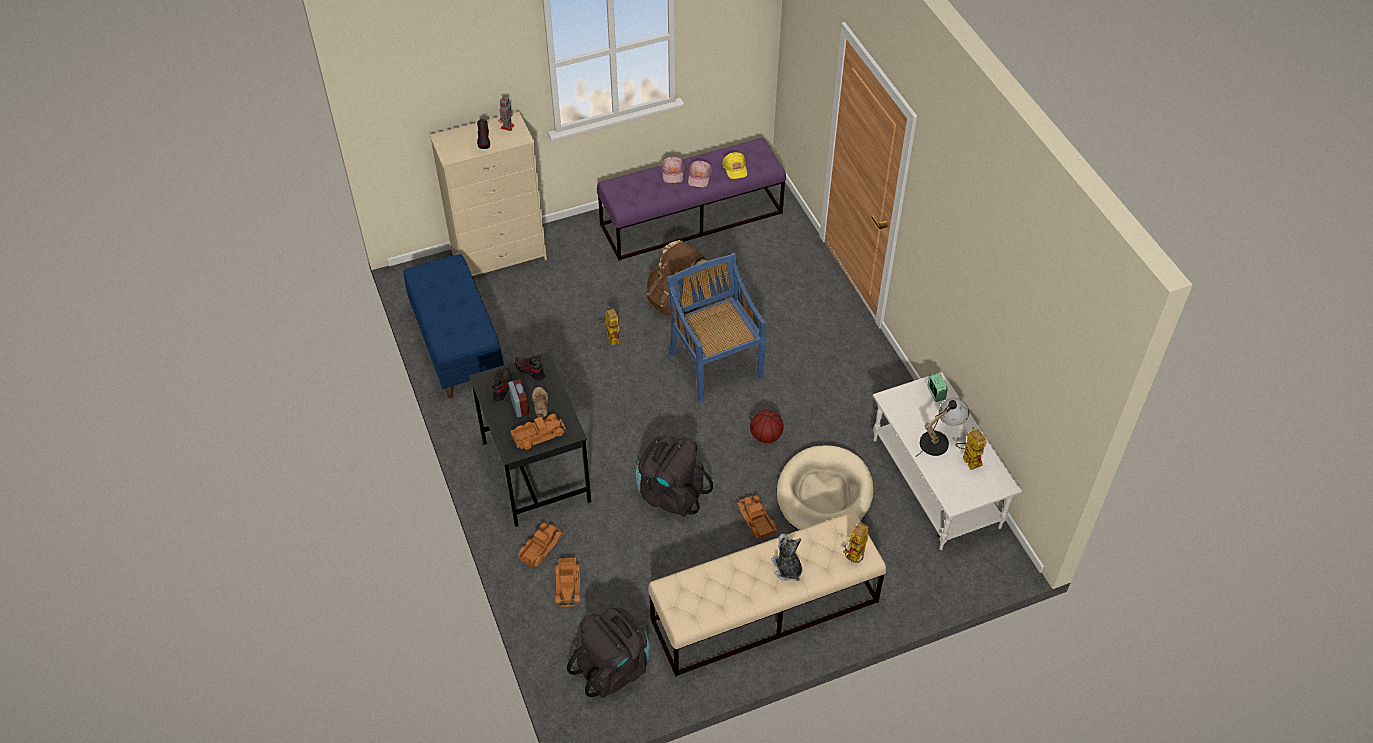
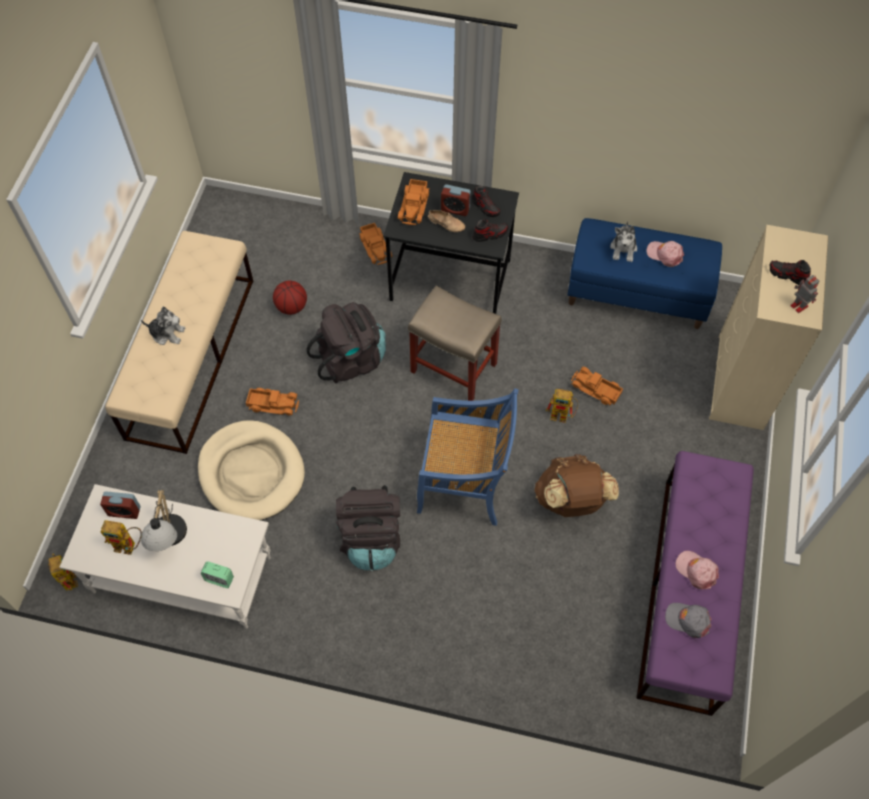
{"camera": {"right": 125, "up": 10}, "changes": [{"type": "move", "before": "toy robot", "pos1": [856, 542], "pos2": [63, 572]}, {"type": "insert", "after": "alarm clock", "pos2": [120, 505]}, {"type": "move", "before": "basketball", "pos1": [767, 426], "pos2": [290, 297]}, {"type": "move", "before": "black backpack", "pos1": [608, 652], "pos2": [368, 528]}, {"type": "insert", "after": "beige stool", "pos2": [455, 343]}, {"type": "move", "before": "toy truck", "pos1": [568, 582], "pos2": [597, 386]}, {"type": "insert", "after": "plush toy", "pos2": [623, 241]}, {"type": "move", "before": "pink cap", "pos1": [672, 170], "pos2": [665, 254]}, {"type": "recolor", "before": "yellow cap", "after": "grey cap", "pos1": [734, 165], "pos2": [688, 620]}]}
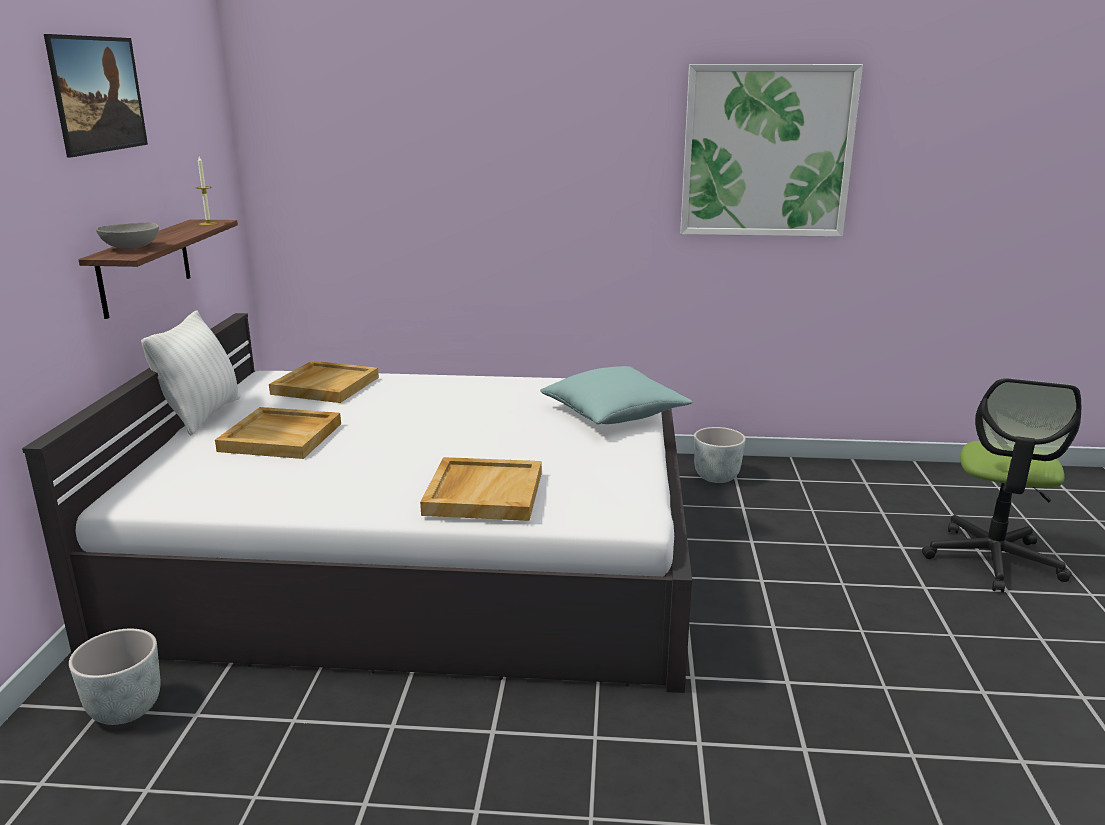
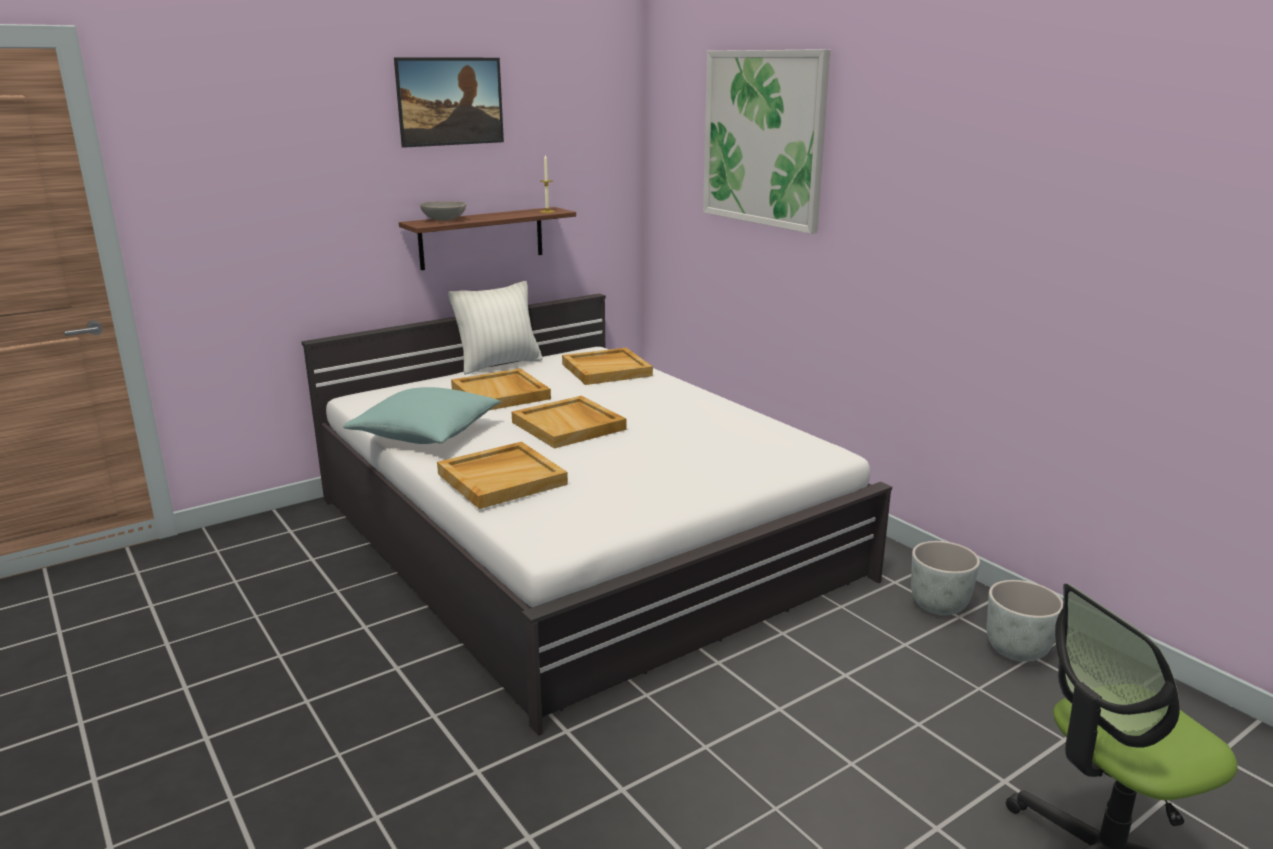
{"camera": {"right": 50, "up": 0}, "changes": [{"type": "move", "before": "turquoise pillow", "pos1": [616, 395], "pos2": [422, 415]}, {"type": "insert", "after": "beige tray", "pos2": [569, 422]}, {"type": "move", "before": "picture", "pos1": [771, 150], "pos2": [766, 141]}, {"type": "move", "before": "grey planter", "pos1": [115, 677], "pos2": [1025, 621]}]}
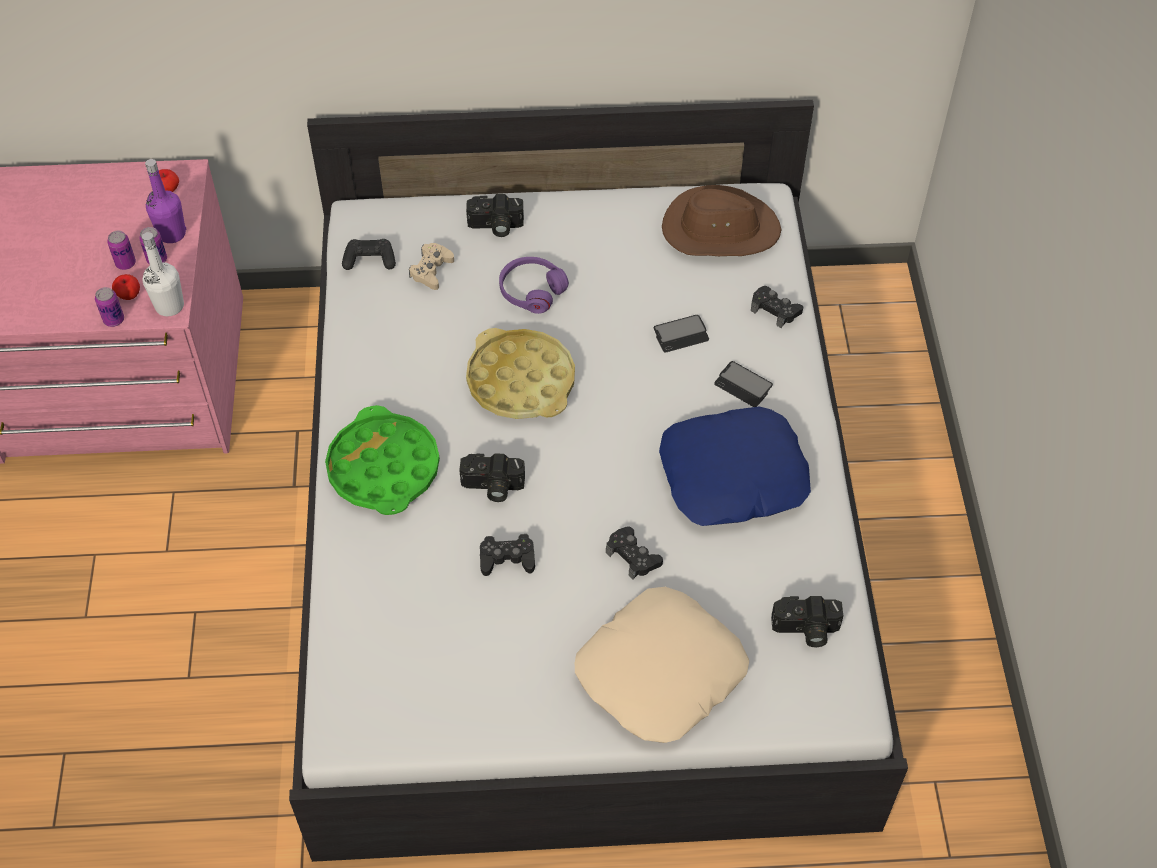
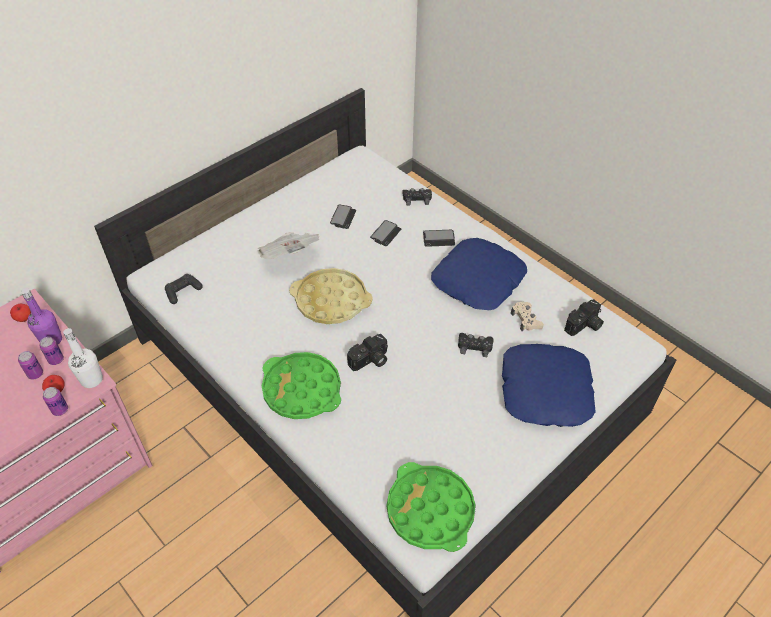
{"camera": {"right": -40, "up": -5}, "changes": [{"type": "replace", "before": "purple headphones", "after": "newspaper", "pos1": [534, 285], "pos2": [288, 245]}, {"type": "insert", "after": "phone", "pos2": [343, 217]}, {"type": "insert", "after": "green tray", "pos2": [431, 507]}, {"type": "recolor", "before": "beige pillow", "after": "blue pillow", "pos1": [662, 665], "pos2": [549, 385]}, {"type": "move", "before": "beige game controller", "pos1": [431, 266], "pos2": [527, 316]}, {"type": "delete", "before": "photo camera", "pos1": [495, 215]}, {"type": "delete", "before": "black game controller", "pos1": [507, 555]}, {"type": "delete", "before": "brown hat", "pos1": [722, 220]}]}
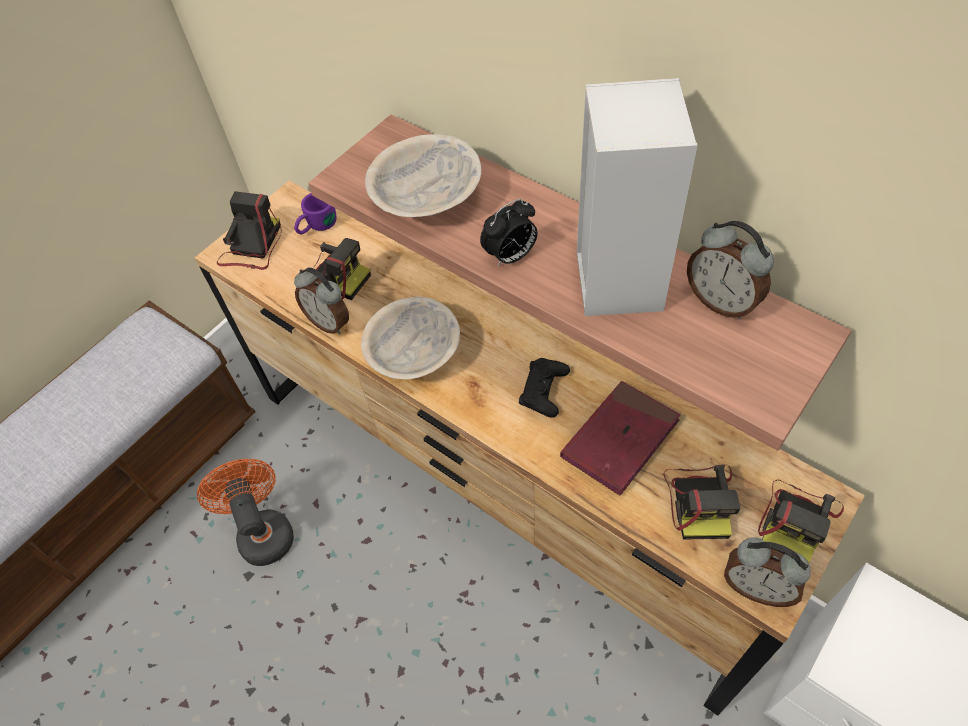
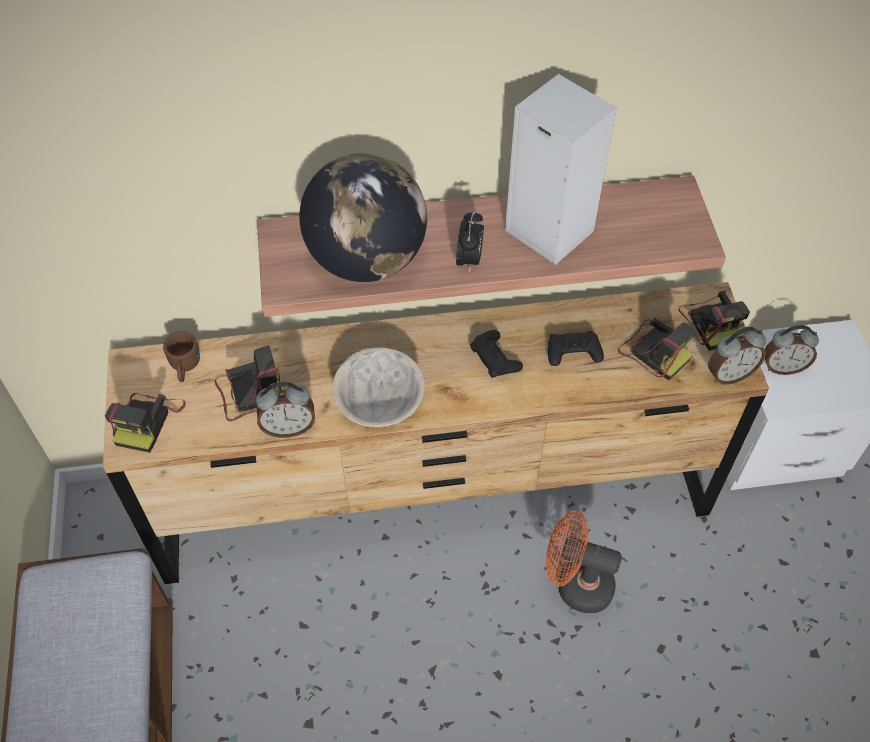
{"camera": {"right": -50, "up": 0}, "changes": [{"type": "rotate", "before": "photo camera", "pos1": [249, 230], "pos2": [145, 423], "turn": -135}, {"type": "recolor", "before": "purple mug", "after": "brown mug", "pos1": [315, 213], "pos2": [181, 356]}, {"type": "replace", "before": "beige bowl", "after": "globe", "pos1": [423, 175], "pos2": [363, 217]}, {"type": "move", "before": "orange fan", "pos1": [245, 512], "pos2": [584, 561]}, {"type": "replace", "before": "red book", "after": "black game controller", "pos1": [620, 438], "pos2": [576, 348]}, {"type": "move", "before": "alarm clock", "pos1": [730, 270], "pos2": [791, 350]}]}
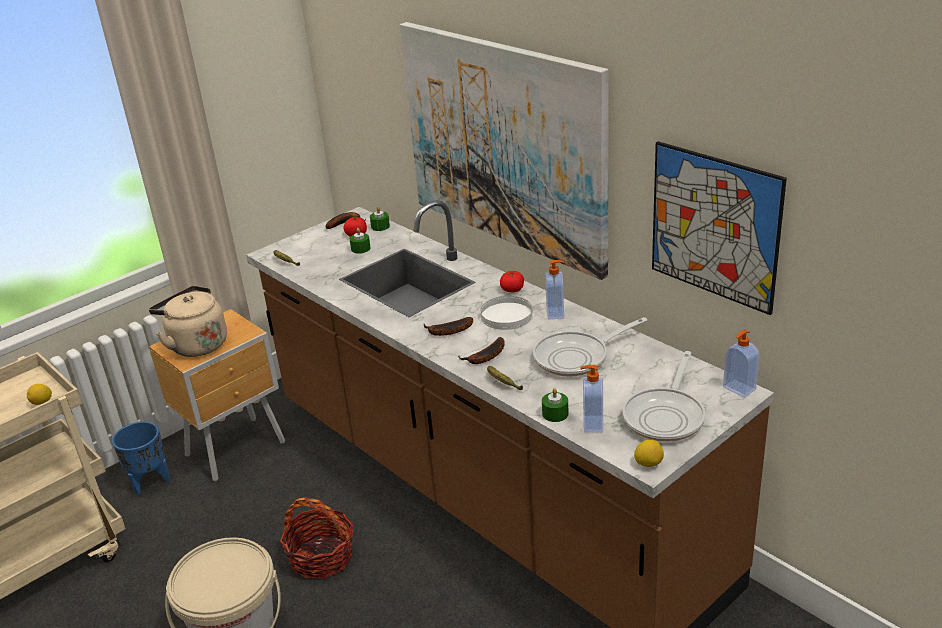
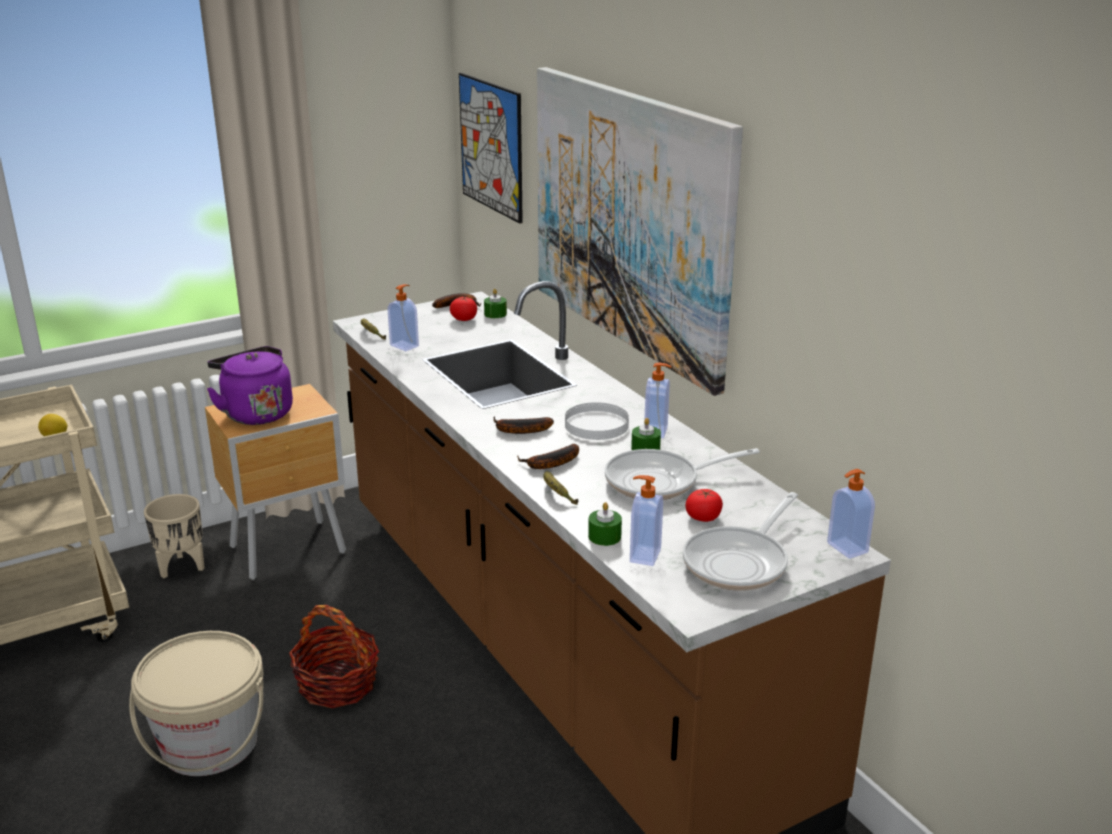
{"camera": {"right": 10, "up": -5}, "changes": [{"type": "recolor", "before": "blue planter", "after": "beige planter", "pos1": [141, 458], "pos2": [174, 536]}, {"type": "recolor", "before": "beige kettle", "after": "purple kettle", "pos1": [188, 321], "pos2": [250, 385]}, {"type": "insert", "after": "soap dispenser", "pos2": [403, 317]}, {"type": "move", "before": "picture", "pos1": [719, 228], "pos2": [491, 148]}, {"type": "move", "before": "green candle", "pos1": [360, 241], "pos2": [646, 434]}, {"type": "move", "before": "tomato", "pos1": [512, 281], "pos2": [704, 505]}, {"type": "delete", "before": "lemon", "pos1": [649, 453]}]}
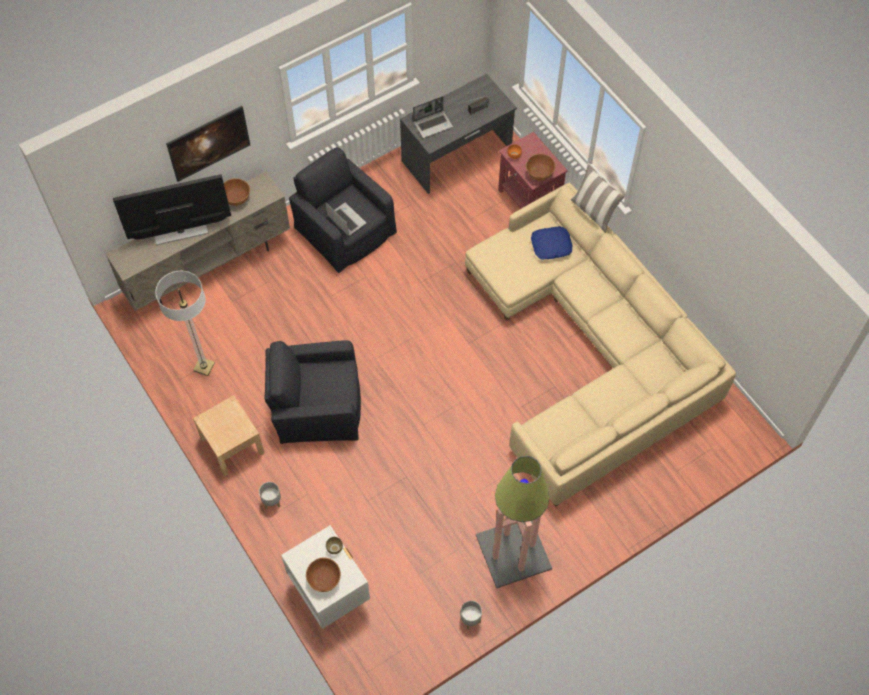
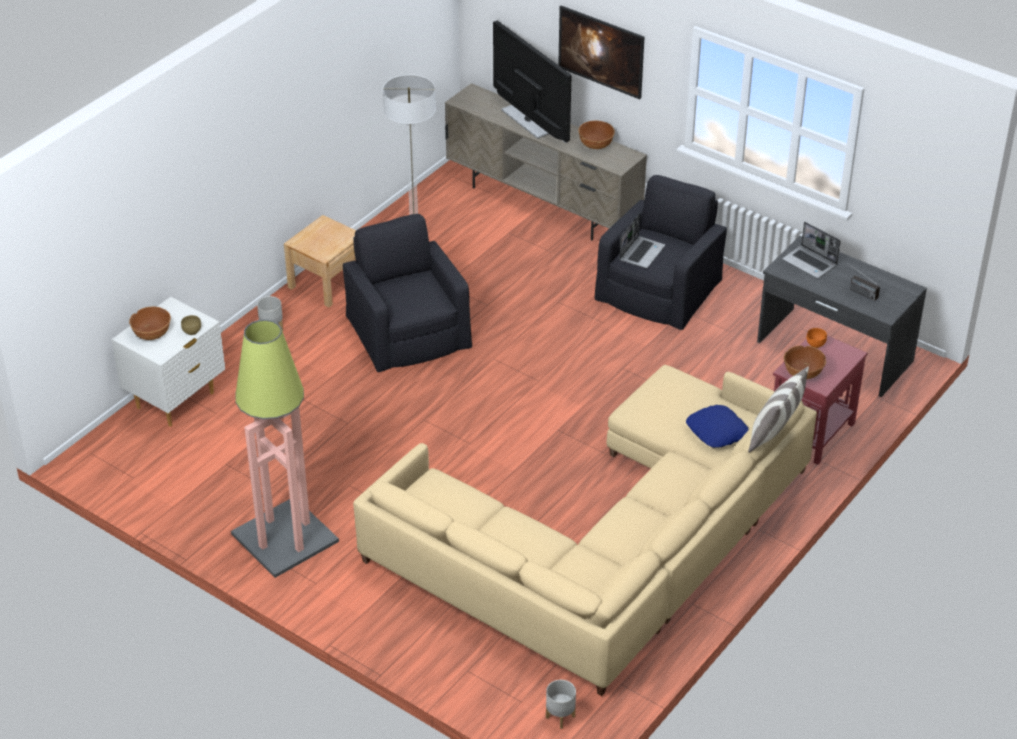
{"camera": {"right": 70, "up": -20}, "changes": [{"type": "move", "before": "grey planter", "pos1": [471, 615], "pos2": [561, 704]}]}
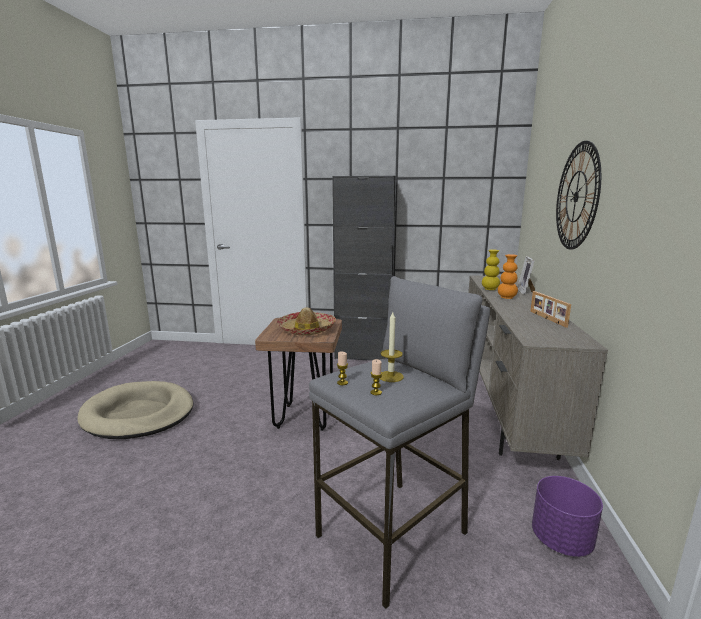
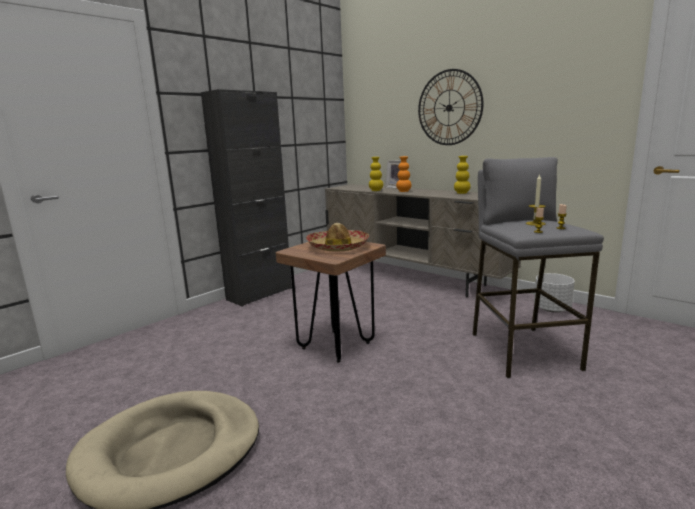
{"camera": {"right": -55, "up": 0}, "changes": [{"type": "replace", "before": "picture frame", "after": "yellow vase", "pos1": [550, 309], "pos2": [462, 175]}, {"type": "recolor", "before": "purple planter", "after": "white planter", "pos1": [567, 516], "pos2": [554, 293]}]}
